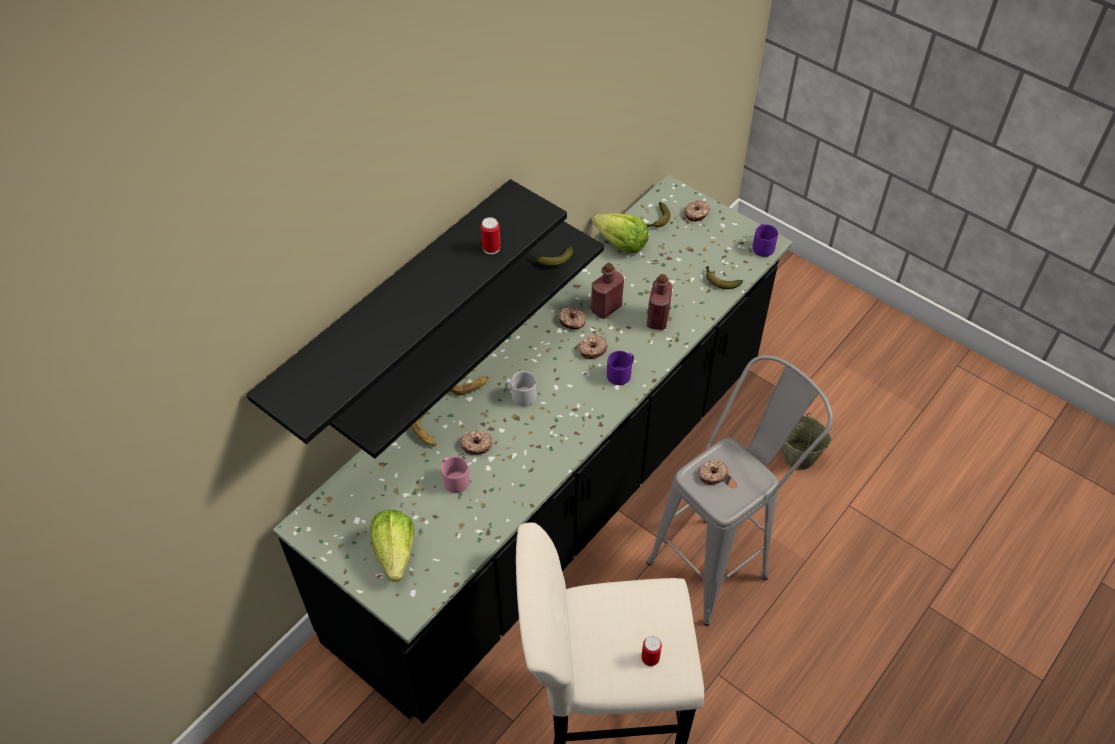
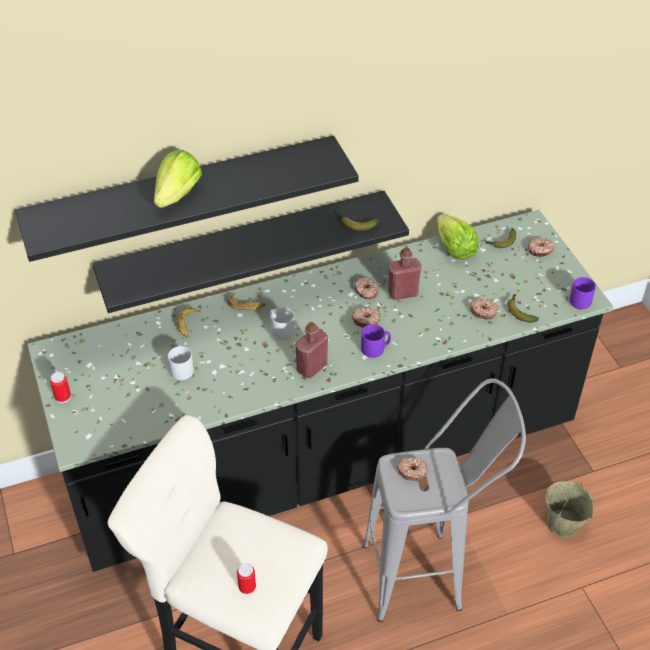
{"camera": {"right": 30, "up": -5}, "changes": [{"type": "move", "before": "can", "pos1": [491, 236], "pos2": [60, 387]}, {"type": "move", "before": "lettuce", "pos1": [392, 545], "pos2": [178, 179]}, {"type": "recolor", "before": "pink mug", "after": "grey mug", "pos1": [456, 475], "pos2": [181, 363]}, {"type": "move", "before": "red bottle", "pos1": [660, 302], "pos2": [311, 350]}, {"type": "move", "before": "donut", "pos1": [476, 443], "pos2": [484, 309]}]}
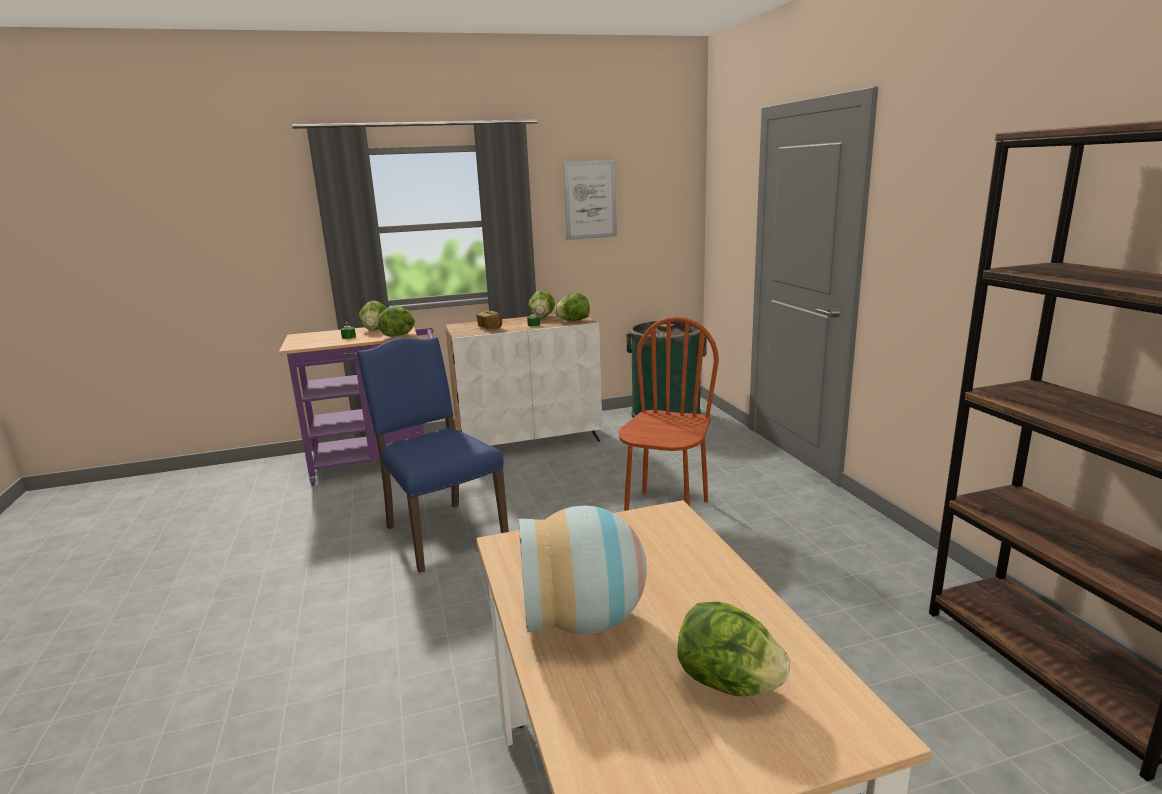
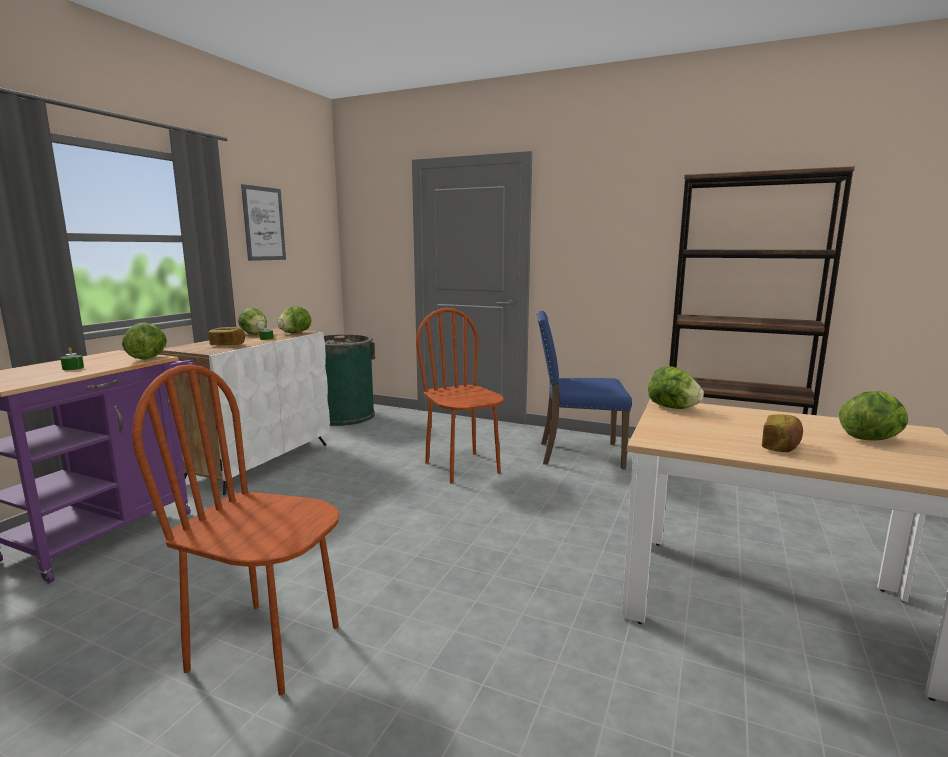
{"camera": {"right": -50, "up": -5}, "changes": [{"type": "insert", "after": "brown chair", "pos2": [235, 530]}, {"type": "move", "before": "blue chair", "pos1": [433, 455], "pos2": [584, 390]}, {"type": "move", "before": "lettuce", "pos1": [373, 315], "pos2": [676, 387]}, {"type": "replace", "before": "vase", "after": "bread", "pos1": [583, 570], "pos2": [782, 433]}]}
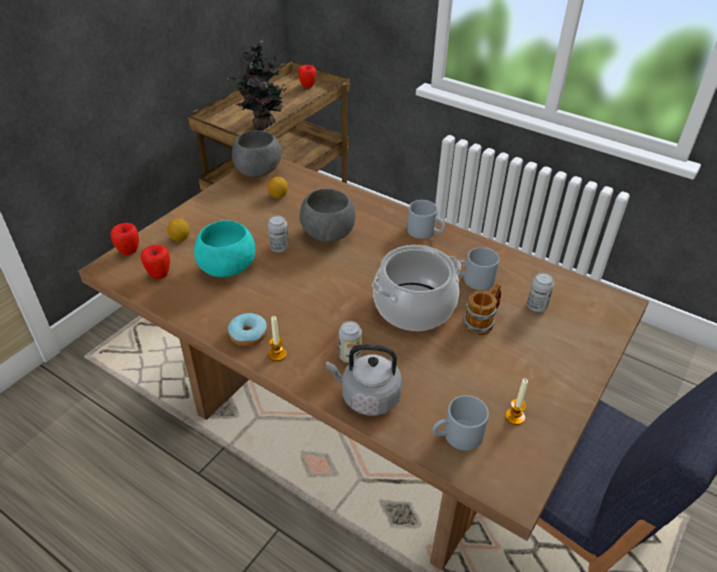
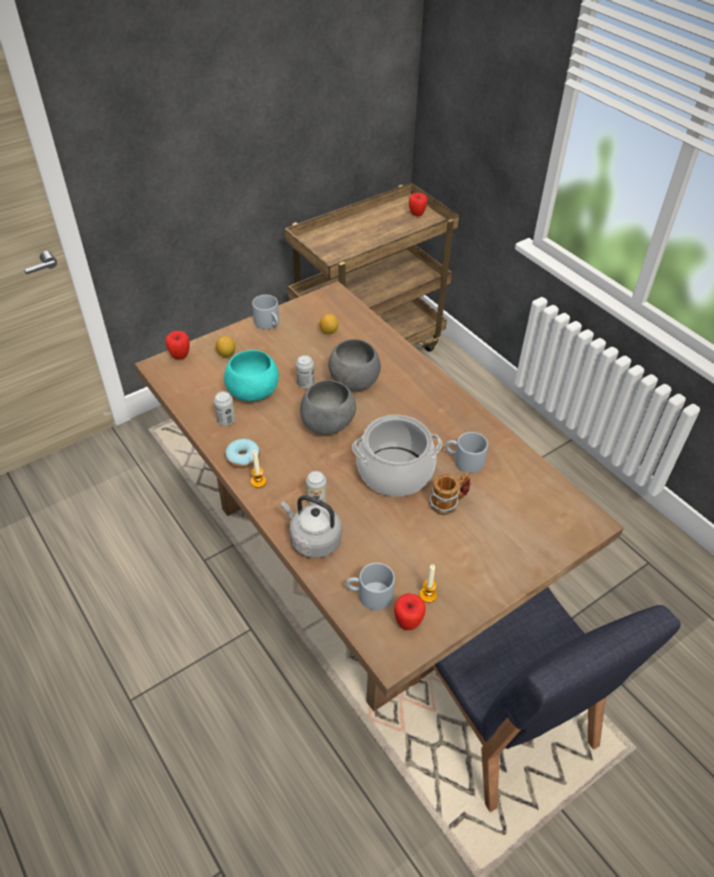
{"camera": {"right": 20, "up": 5}, "changes": [{"type": "move", "before": "can", "pos1": [540, 292], "pos2": [224, 408]}, {"type": "move", "before": "grey mug", "pos1": [426, 219], "pos2": [265, 312]}, {"type": "move", "before": "grey bowl", "pos1": [257, 153], "pos2": [328, 407]}, {"type": "move", "before": "apple", "pos1": [155, 262], "pos2": [410, 611]}, {"type": "delete", "before": "potted plant", "pos1": [259, 85]}]}
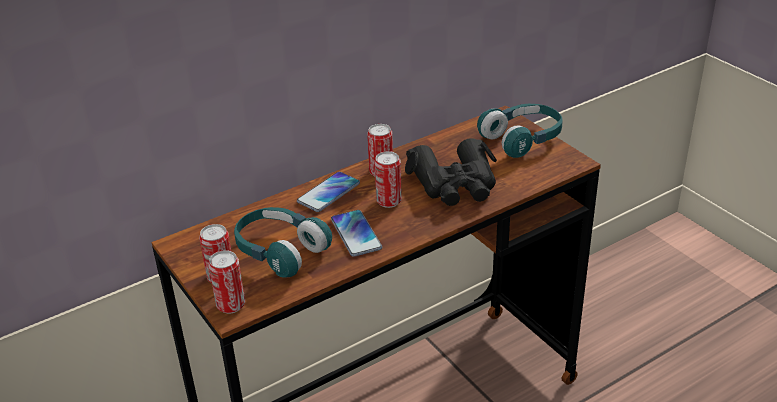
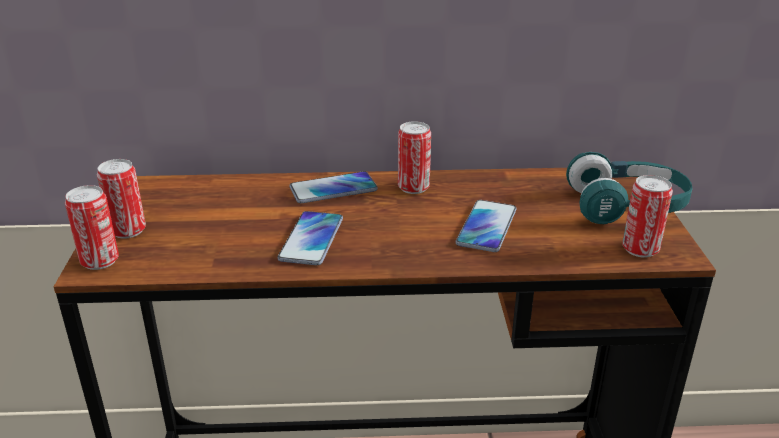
{"camera": {"right": 30, "up": -5}, "changes": [{"type": "replace", "before": "black binoculars", "after": "phone", "pos1": [451, 172], "pos2": [486, 226]}, {"type": "move", "before": "can", "pos1": [388, 179], "pos2": [647, 216]}, {"type": "delete", "before": "turquoise headphones", "pos1": [283, 242]}]}
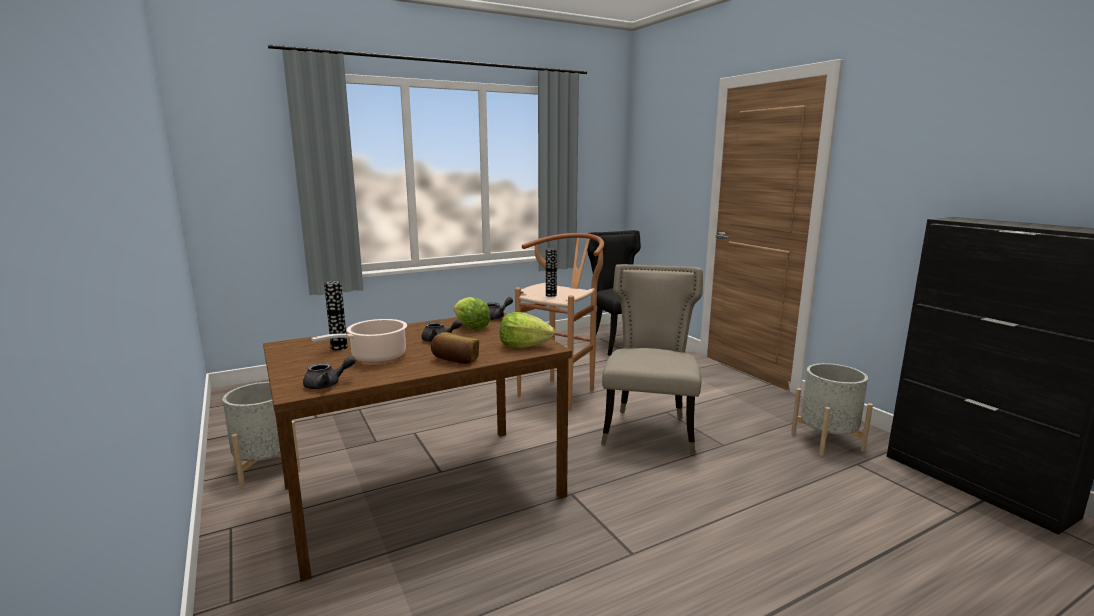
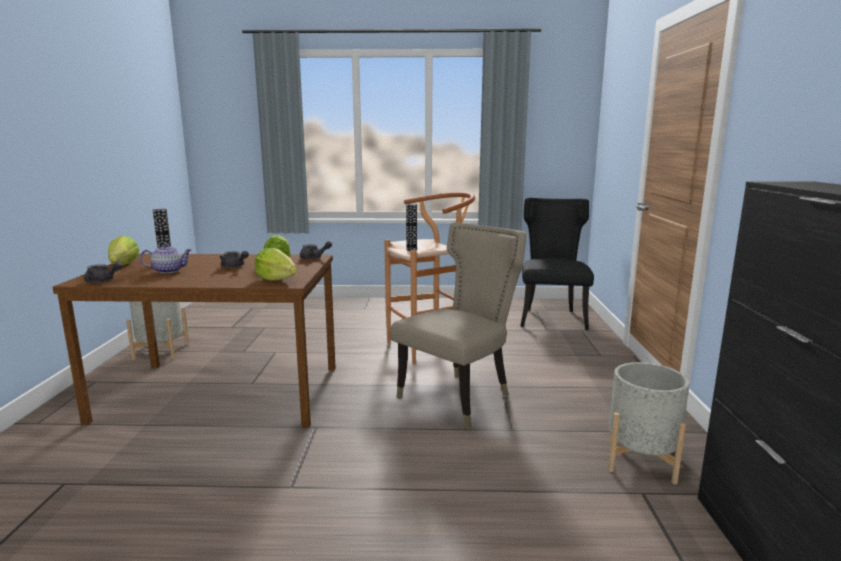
{"camera": {"right": 30, "up": 0}, "changes": [{"type": "insert", "after": "lettuce", "pos2": [123, 250]}, {"type": "replace", "before": "cooking pot", "after": "teapot", "pos1": [359, 341], "pos2": [166, 258]}, {"type": "delete", "before": "bread", "pos1": [455, 348]}]}
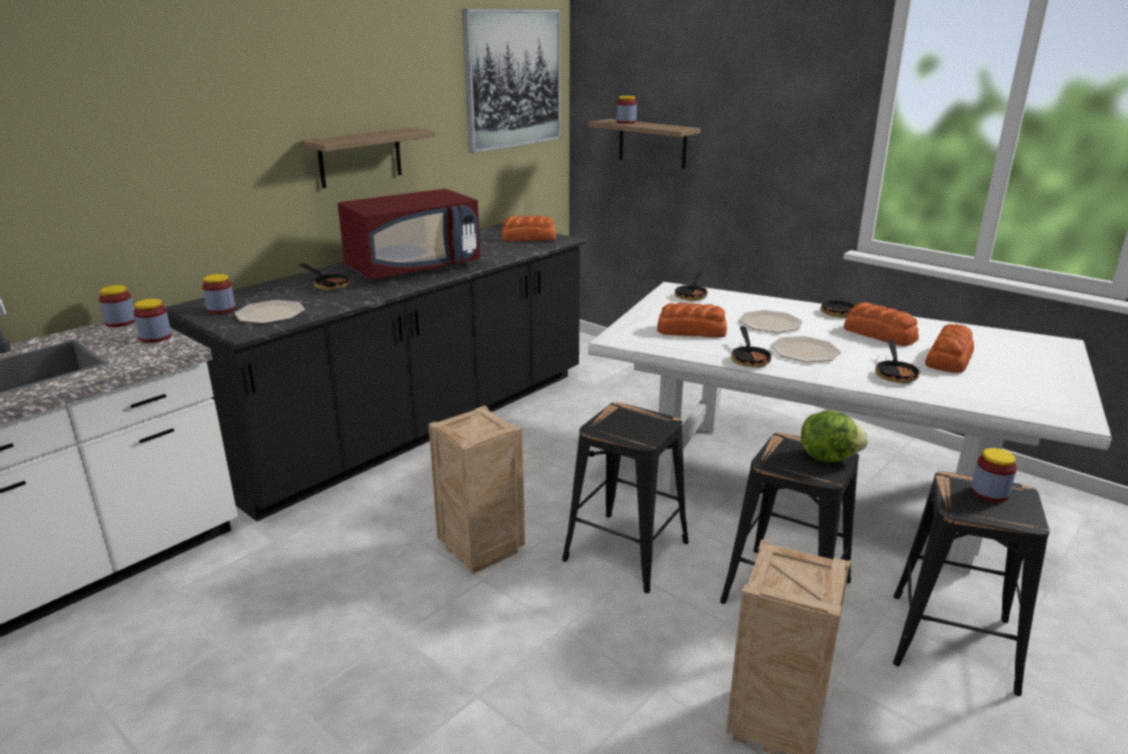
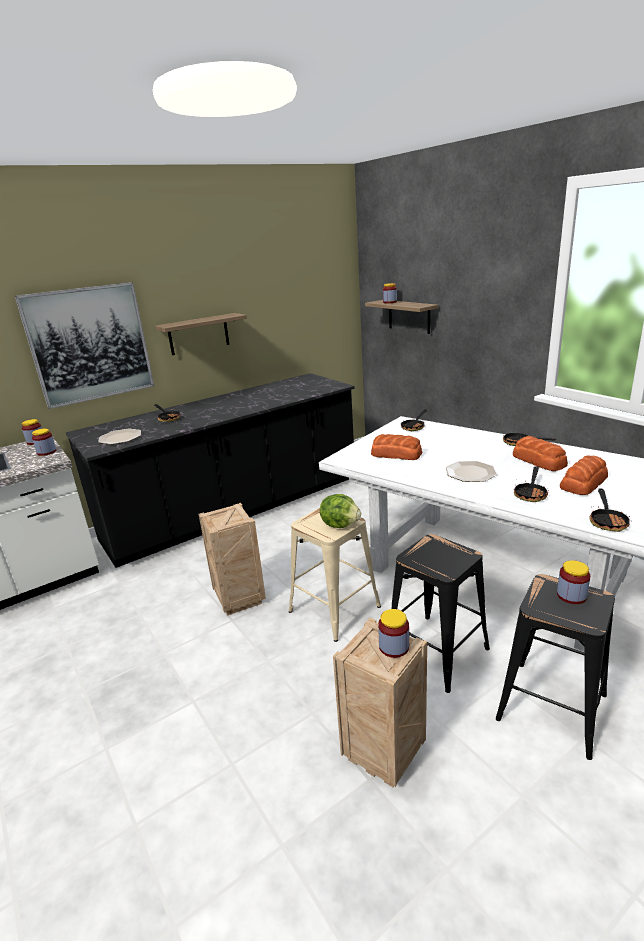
{"camera": {"right": 15, "up": 0}, "changes": [{"type": "move", "before": "picture", "pos1": [511, 81], "pos2": [84, 345]}, {"type": "recolor", "before": "black stool", "after": "beige stool", "pos1": [625, 497], "pos2": [335, 575]}, {"type": "move", "before": "lettuce", "pos1": [834, 436], "pos2": [340, 511]}, {"type": "move", "before": "jar", "pos1": [219, 294], "pos2": [393, 633]}, {"type": "move", "before": "frying pan", "pos1": [751, 347], "pos2": [609, 510]}, {"type": "delete", "before": "red microwave", "pos1": [409, 235]}, {"type": "delete", "before": "bread", "pos1": [529, 228]}, {"type": "delete", "before": "plate", "pos1": [770, 321]}]}
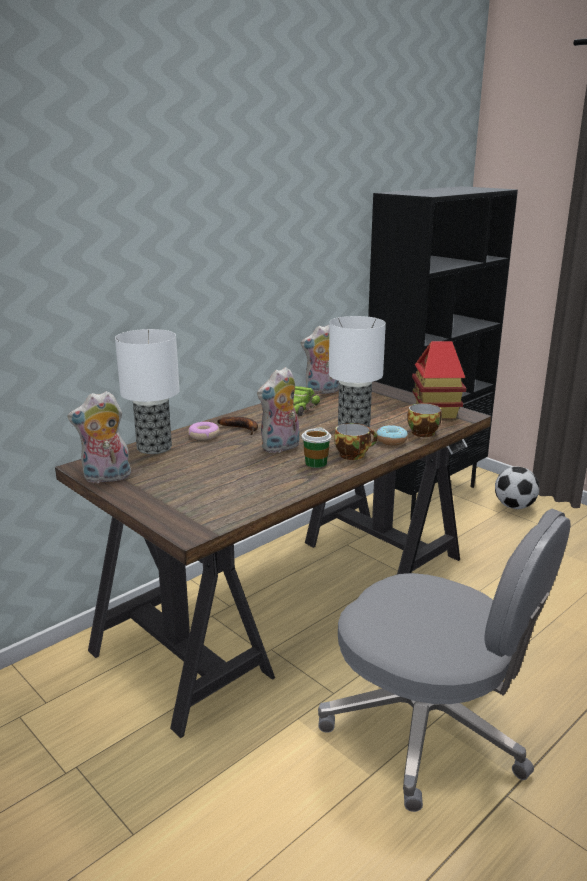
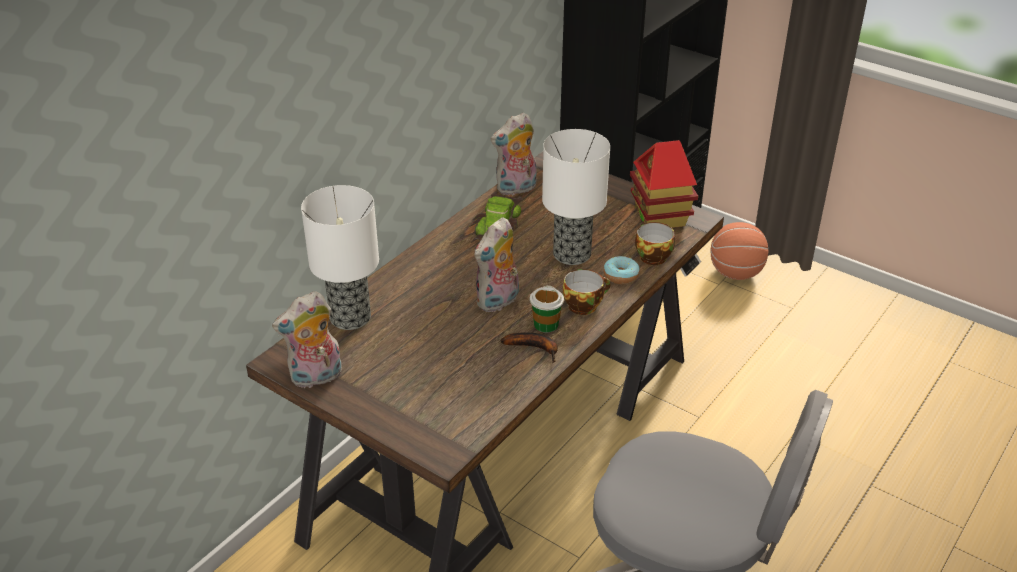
{"camera": {"right": -10, "up": 15}, "changes": [{"type": "move", "before": "banana", "pos1": [237, 426], "pos2": [529, 348]}, {"type": "replace", "before": "football", "after": "basketball", "pos1": [517, 487], "pos2": [739, 251]}, {"type": "delete", "before": "donut", "pos1": [203, 431]}]}
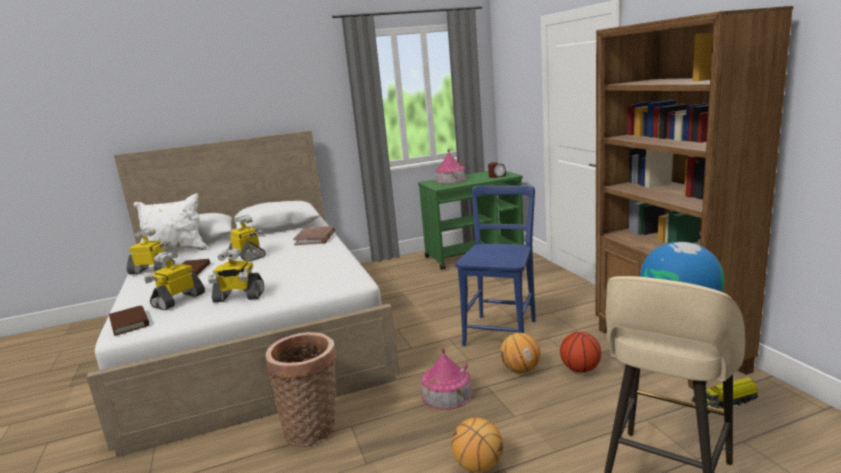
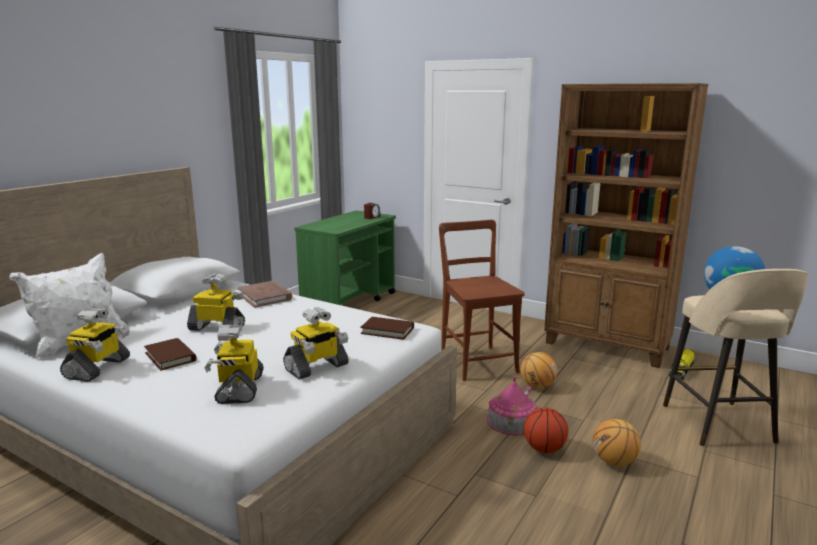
{"camera": {"right": -40, "up": 0}, "changes": [{"type": "rotate", "before": "toy robot", "pos1": [150, 251], "pos2": [95, 345], "turn": 135}, {"type": "move", "before": "brown book", "pos1": [129, 321], "pos2": [387, 328]}, {"type": "recolor", "before": "blue chair", "after": "brown chair", "pos1": [495, 265], "pos2": [482, 300]}, {"type": "move", "before": "basketball", "pos1": [580, 352], "pos2": [546, 430]}, {"type": "delete", "before": "basket", "pos1": [301, 389]}, {"type": "delete", "before": "toy house", "pos1": [451, 166]}]}
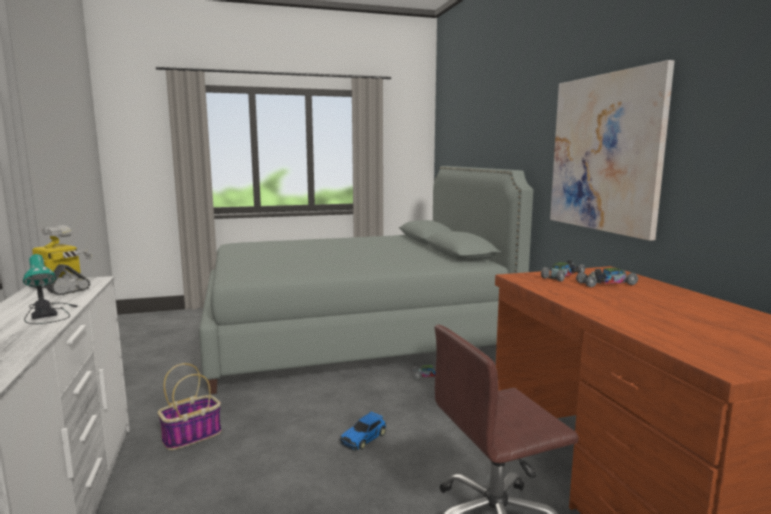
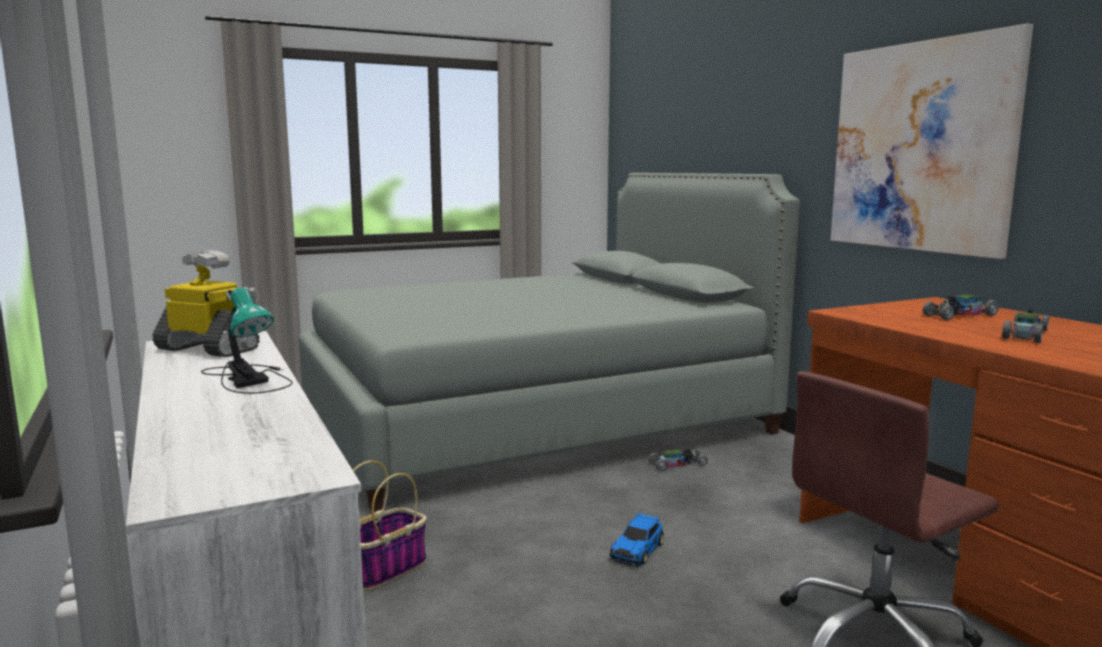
{"camera": {"right": -10, "up": 0}, "changes": [{"type": "move", "before": "toy car", "pos1": [563, 271], "pos2": [1025, 326]}]}
